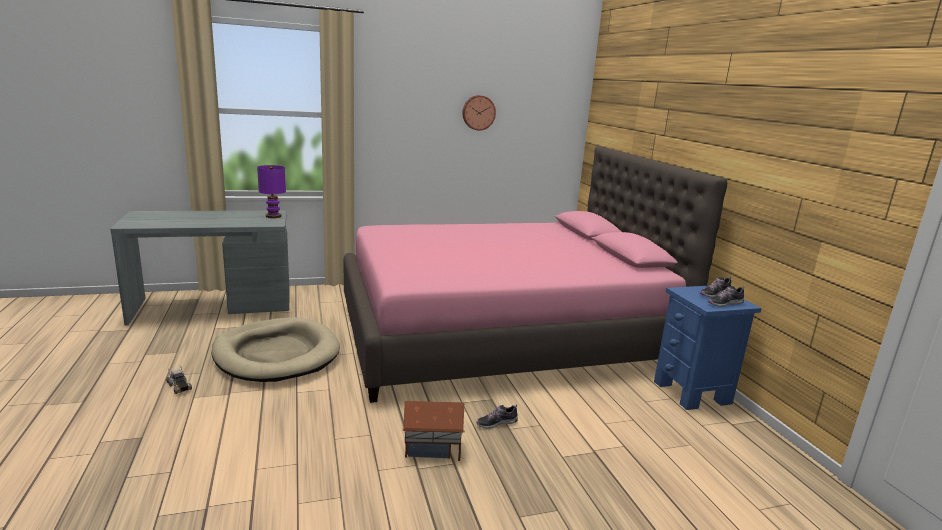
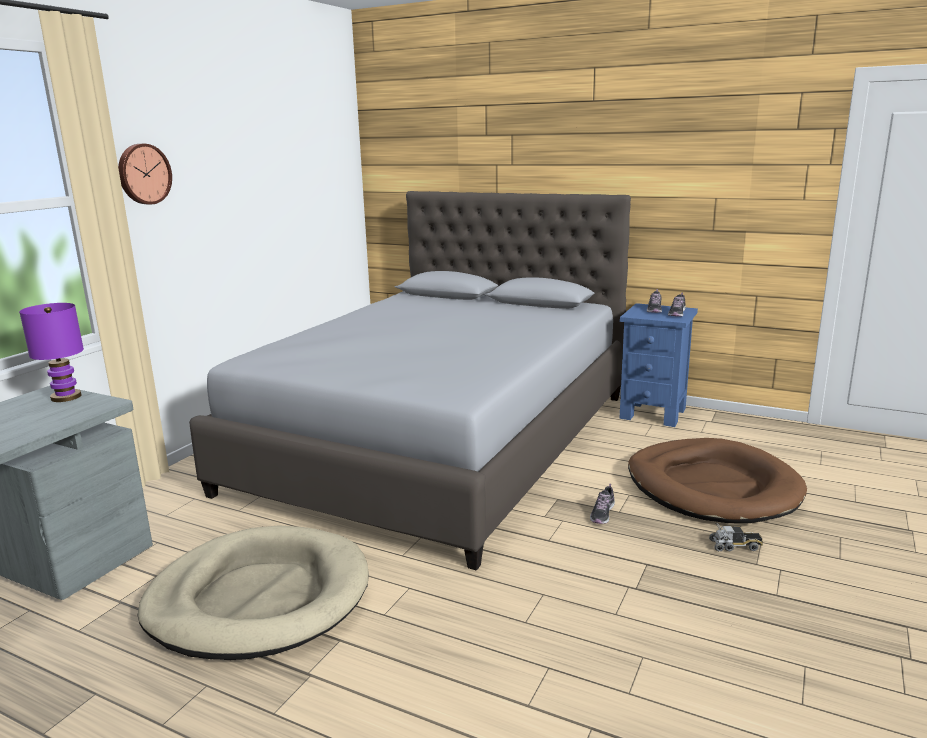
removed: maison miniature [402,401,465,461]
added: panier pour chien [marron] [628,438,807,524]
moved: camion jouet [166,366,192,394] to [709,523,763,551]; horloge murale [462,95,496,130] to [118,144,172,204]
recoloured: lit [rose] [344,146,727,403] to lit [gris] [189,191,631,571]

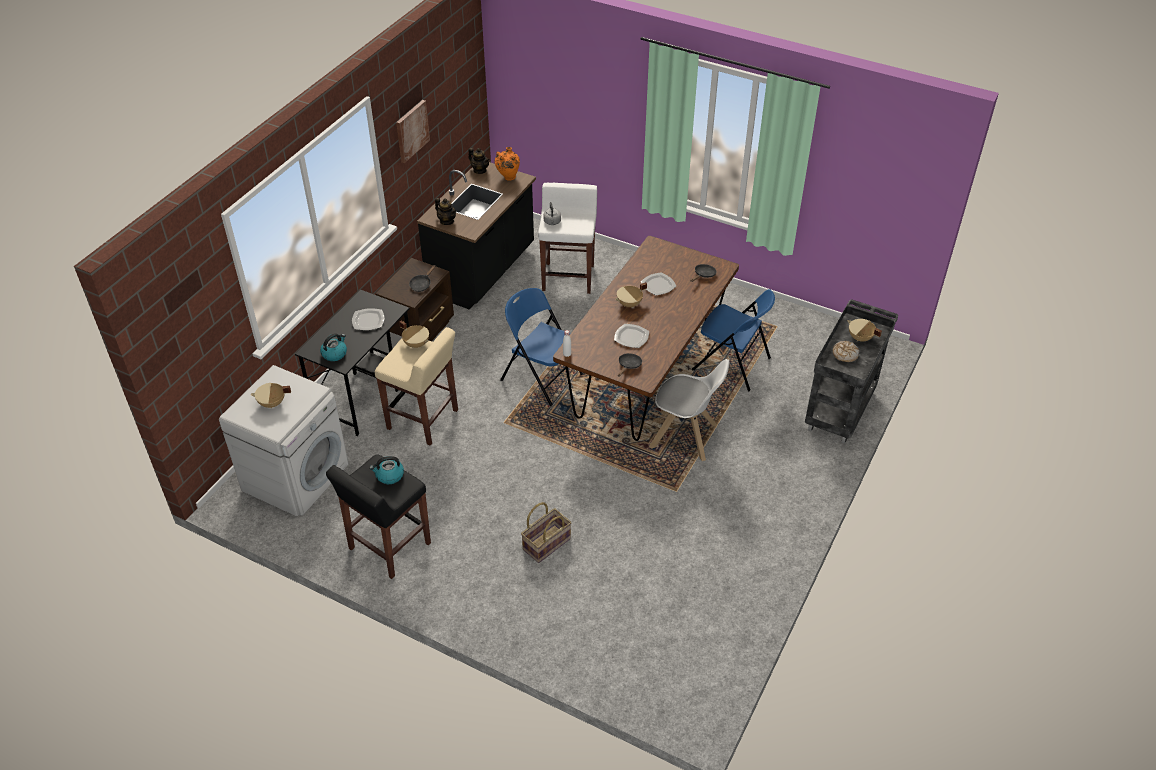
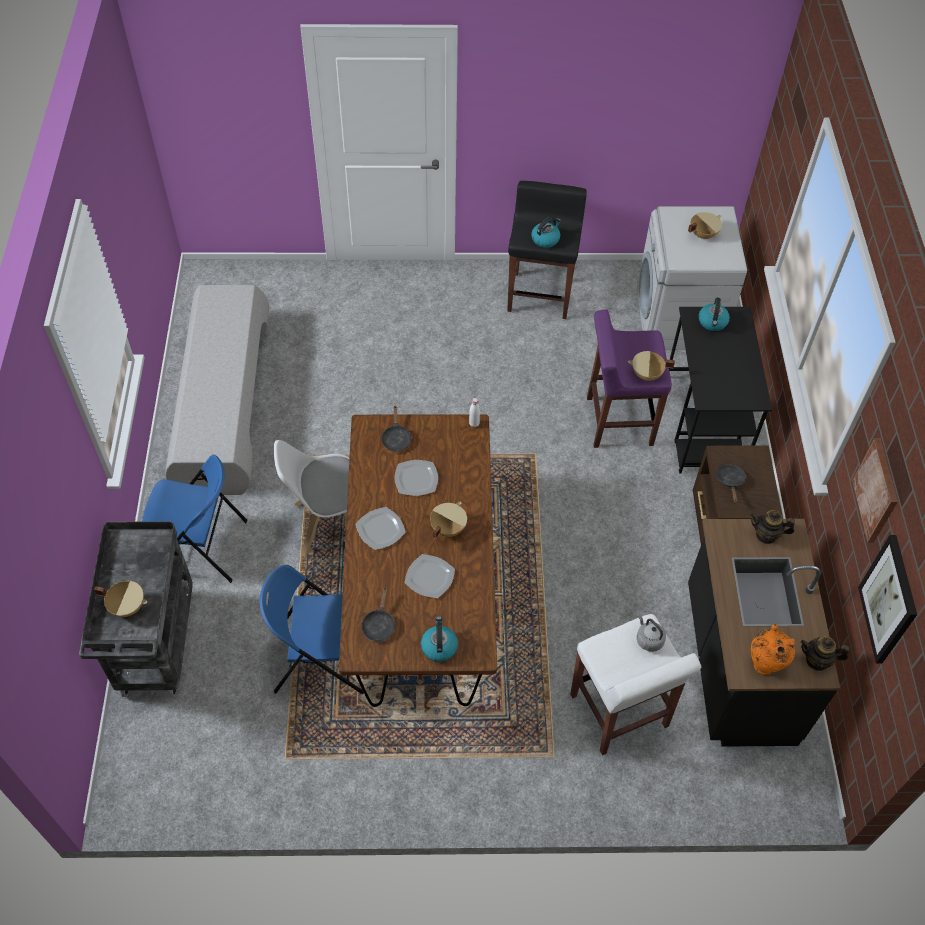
removed: panier [521,502,572,563]; pain [833,341,859,362]
added: banc [gris] [165,285,269,495]; bouilloire [421,616,458,662]; tableau [858,535,917,664]
moved: assiette [352,308,385,330] to [356,507,406,550]; chaise [bleu] [500,288,584,406] to [142,454,247,583]
recoloured: tabouret [beige] [375,327,458,446] to tabouret [violet] [587,310,672,448]

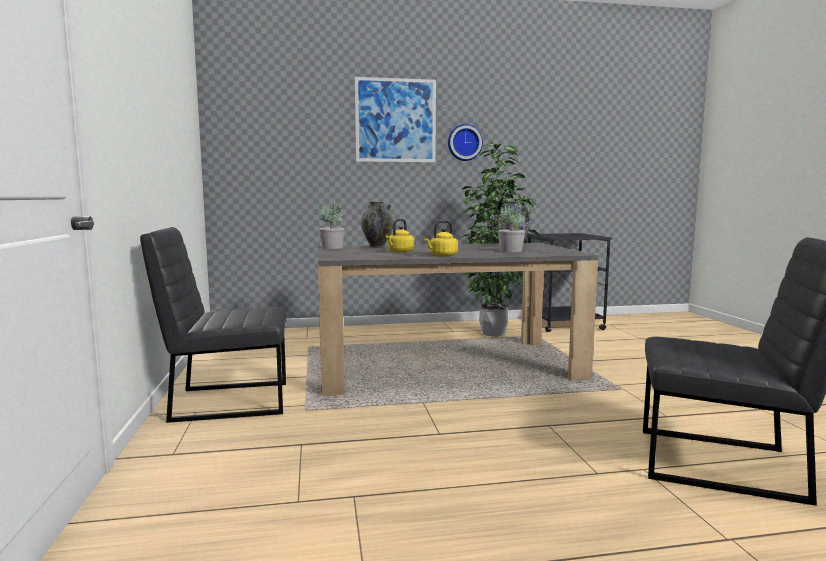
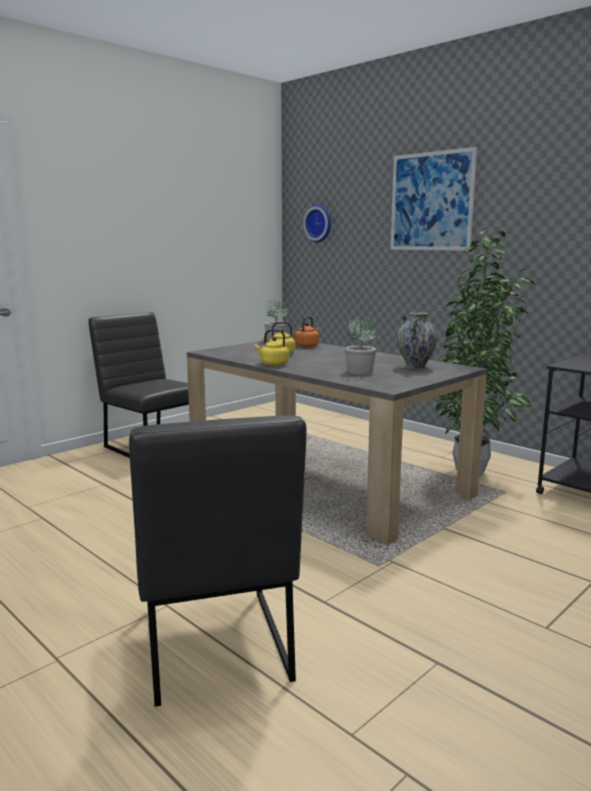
moved: horloge murale [448,124,483,161] to [303,205,331,243]
replaced: vase [361,202,394,248] to bouilloire [orange] [294,316,319,347]

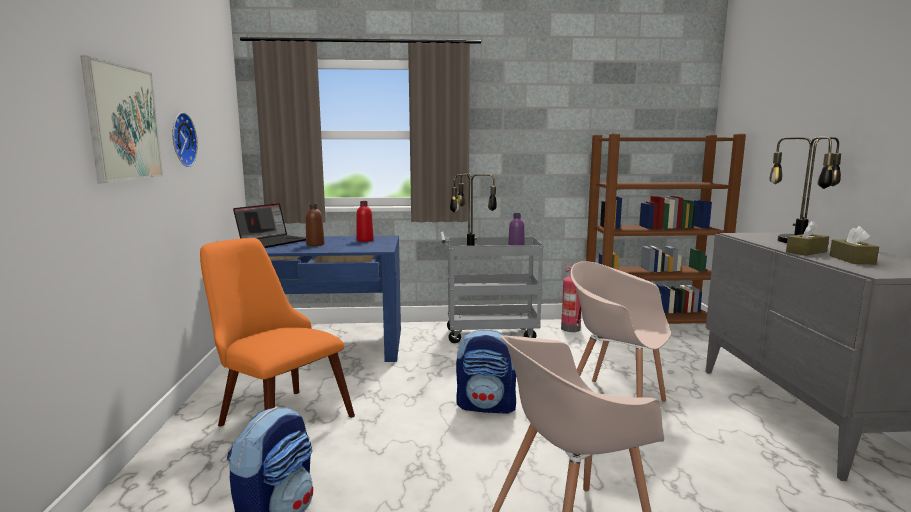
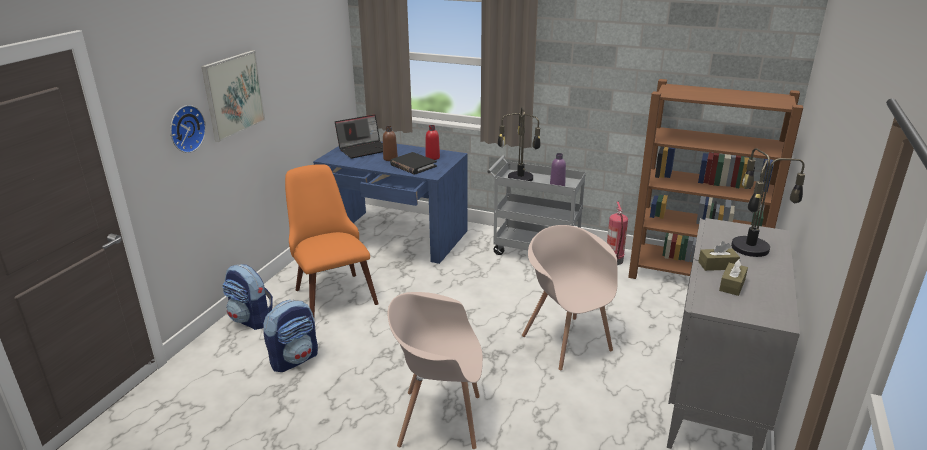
added: livre [noir] [390,152,437,175]
moved: horloge murale [173,112,198,167] to [170,105,206,153]; sac à dos [456,329,516,414] to [222,264,273,330]

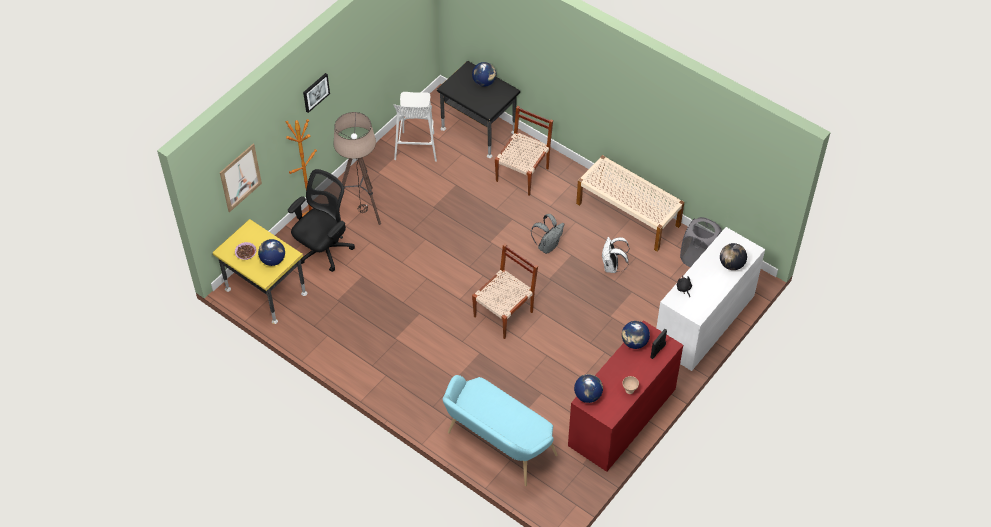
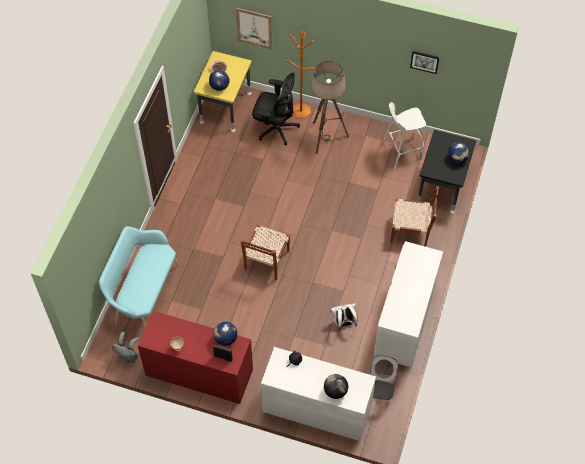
removed: globe [574,374,603,403]
moved: tableau [303,73,330,113] to [410,51,439,74]; sac à dos [gris] [531,214,564,254] to [112,332,141,363]
replaced: banc [beige] [576,155,684,252] to commode [blanc] [374,241,443,368]
turned: chaise [472,244,538,339] = [240,225,290,280] 90 degrees clockwise

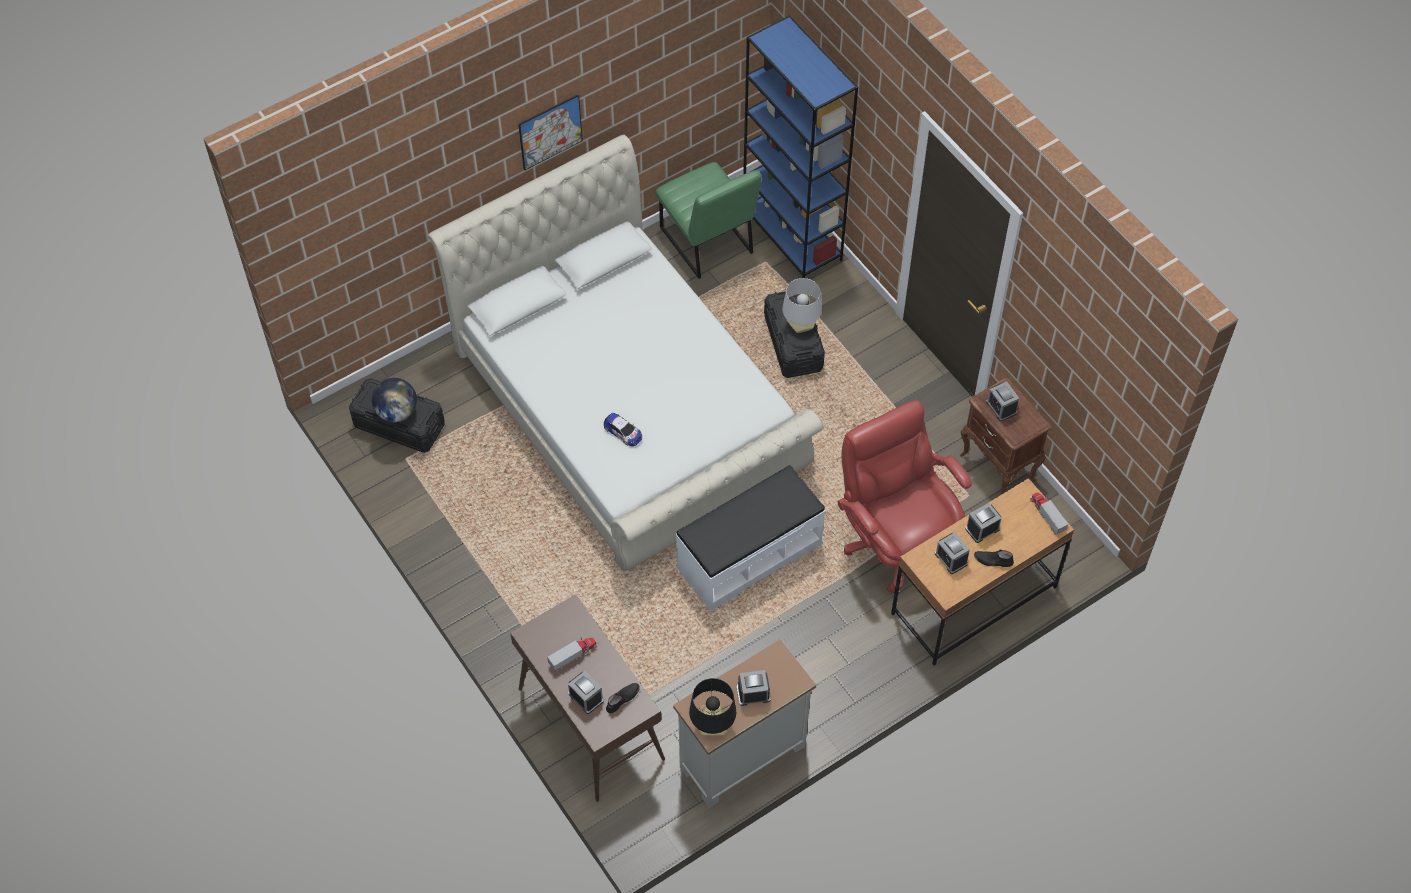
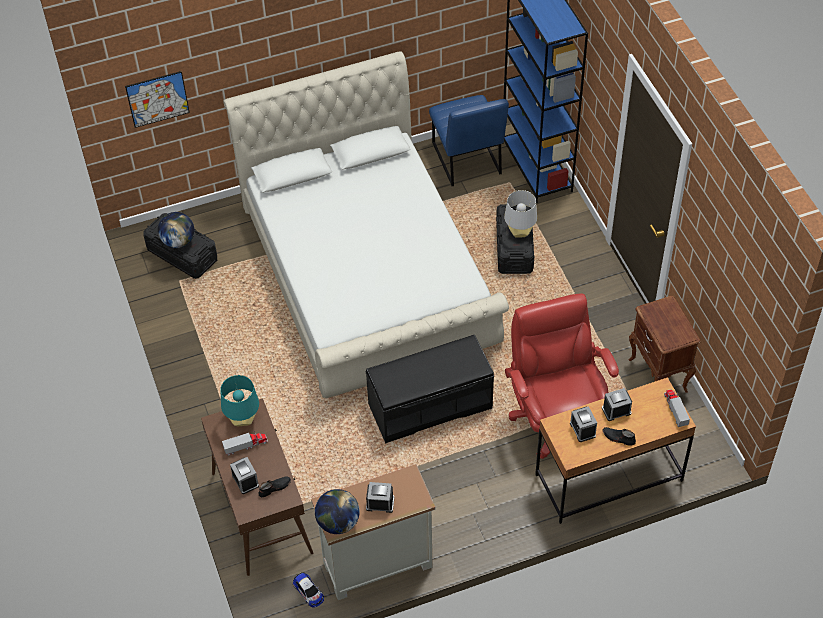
removed: réveil [986,381,1019,422]
added: lampe de table [turquoise] [220,375,259,426]
moved: tableau [518,94,583,171] to [125,71,190,128]; petite voiture [604,413,642,447] to [293,572,324,608]
replaced: lampe de table [noir] [689,678,736,735] to globe [315,489,360,534]
recoloured: chaise [vert] [656,162,762,279] to chaise [bleu] [429,95,509,186]; banc [blanc] [676,465,825,611] to banc [noir] [366,335,494,443]

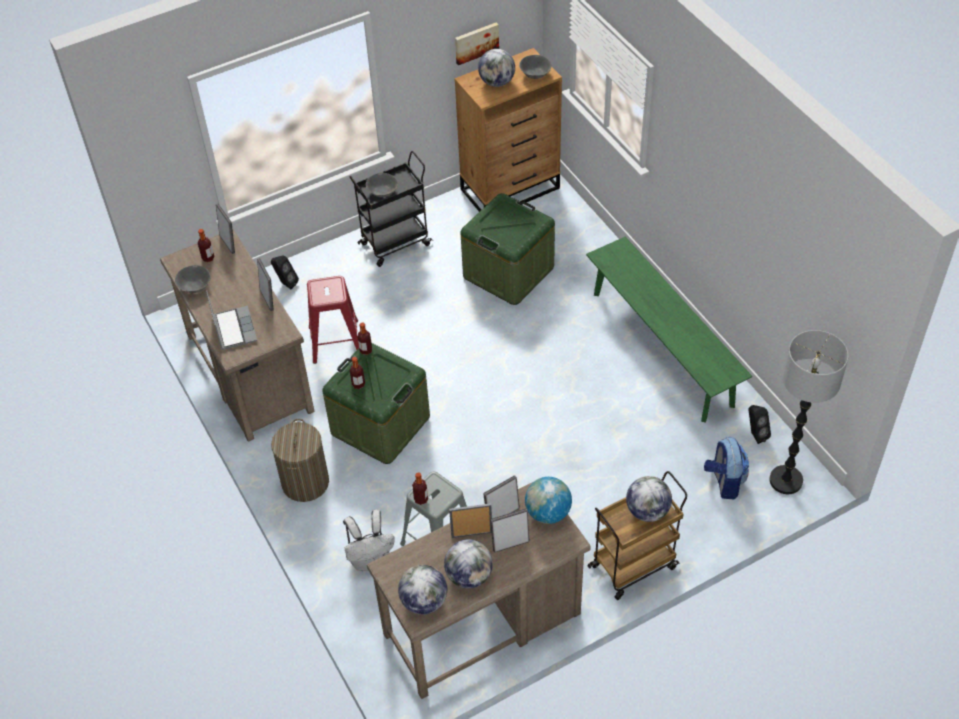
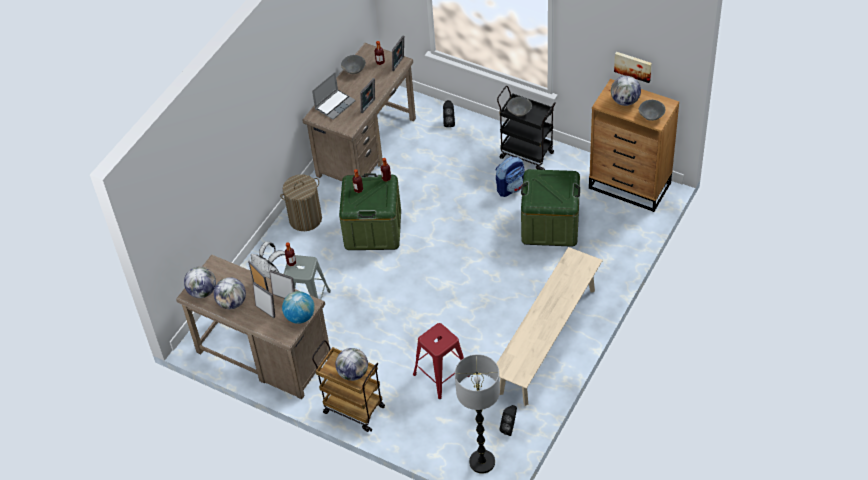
moved: tabouret [rouge] [307,276,359,364] to [413,323,470,399]; sac à dos [704,437,749,499] to [496,157,525,197]
recoloured: banc [vert] [586,237,752,423] to banc [beige] [496,247,603,406]

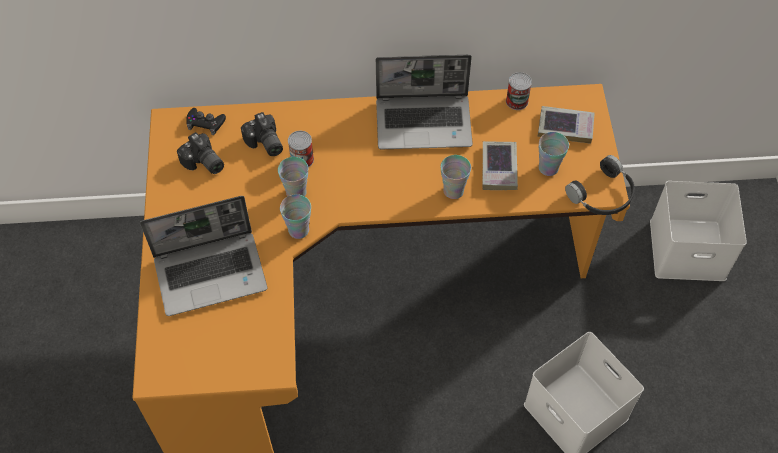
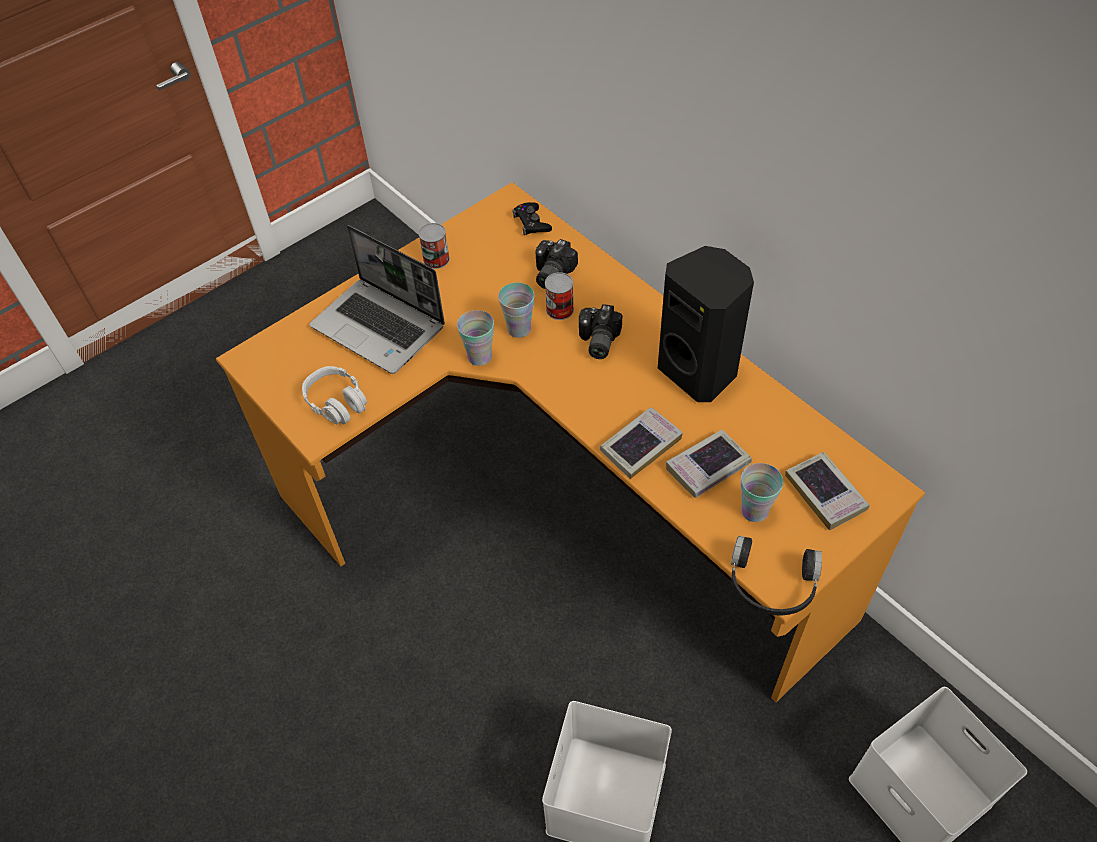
added: casque audio [gris] [302,366,367,425]
moved: appareil photo [177,132,224,174] to [579,304,622,359]; boîte métallique [506,72,532,110] to [418,223,450,269]
replaced: ordinateur portable [376,55,473,149] to enceinte [noir] [658,246,754,402]; tasse [441,155,471,199] to livre [600,407,683,479]

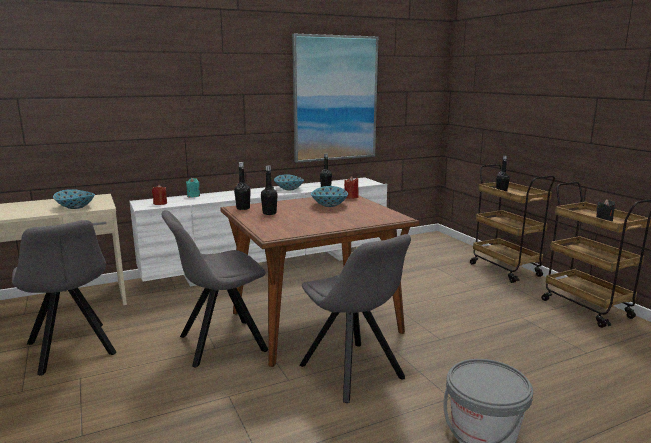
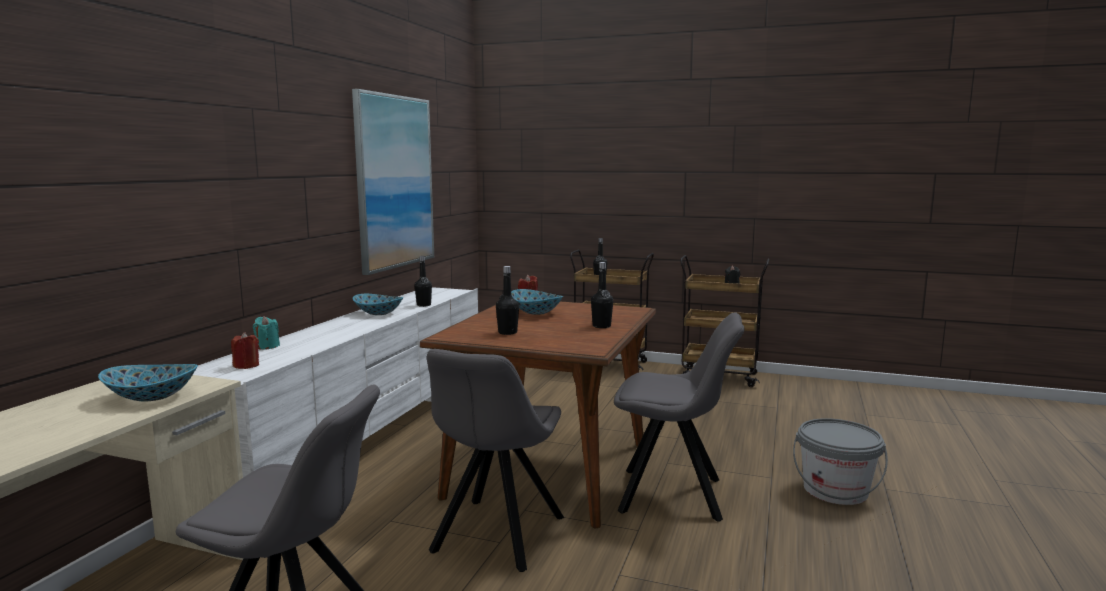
moved: bouteille [noir] [234,162,251,210] to [591,262,613,328]

